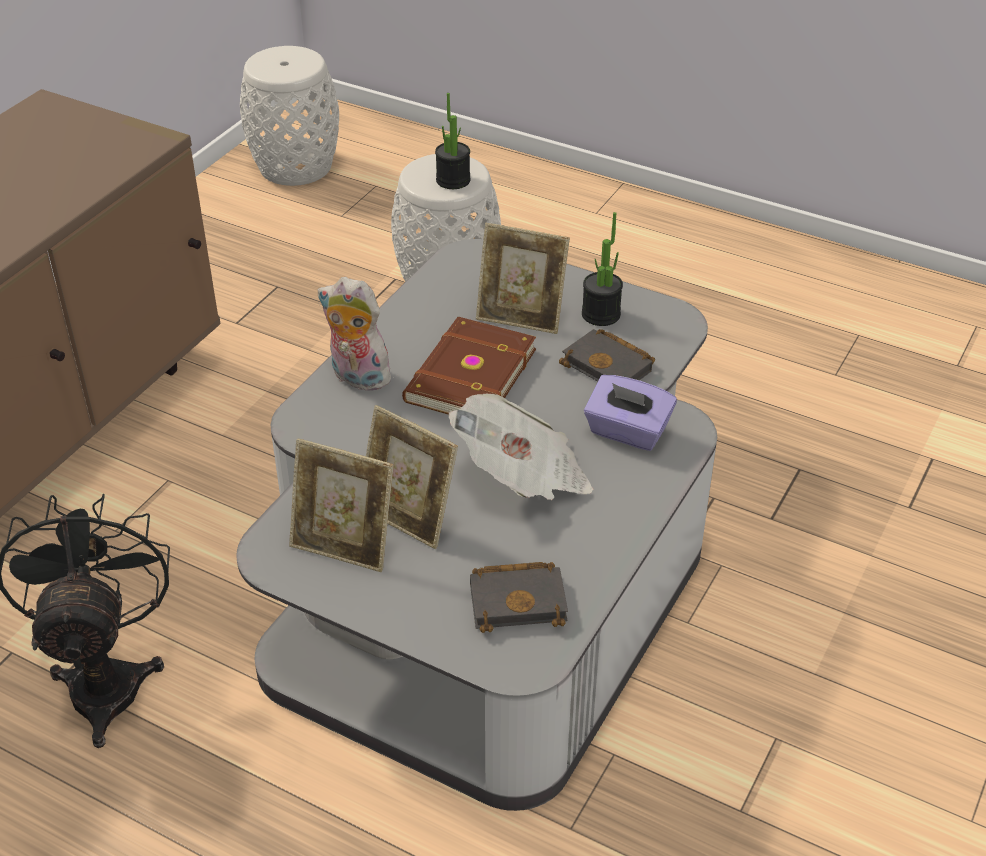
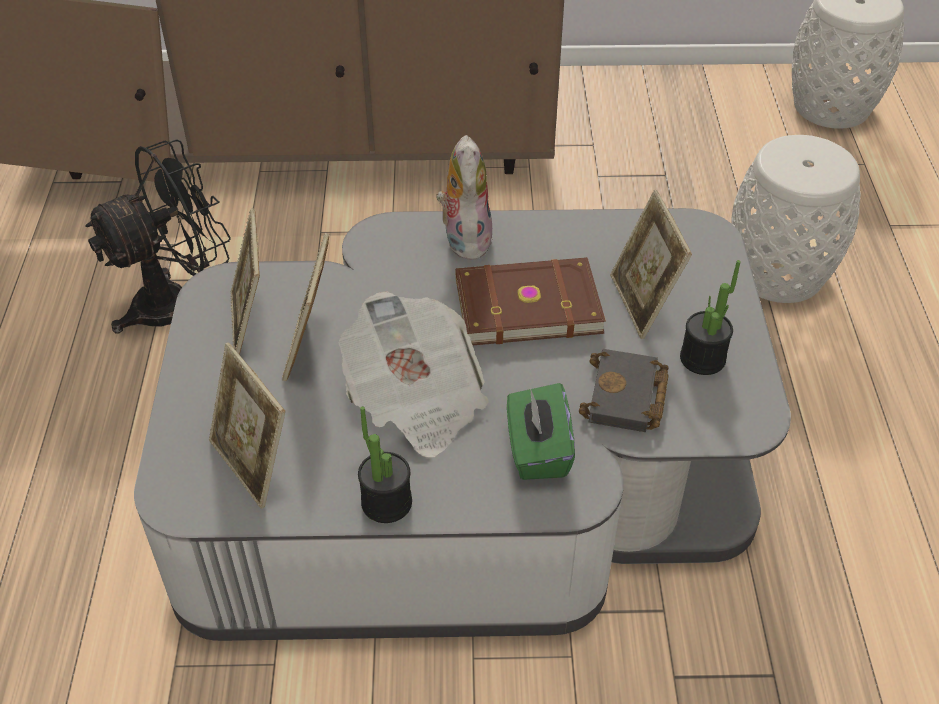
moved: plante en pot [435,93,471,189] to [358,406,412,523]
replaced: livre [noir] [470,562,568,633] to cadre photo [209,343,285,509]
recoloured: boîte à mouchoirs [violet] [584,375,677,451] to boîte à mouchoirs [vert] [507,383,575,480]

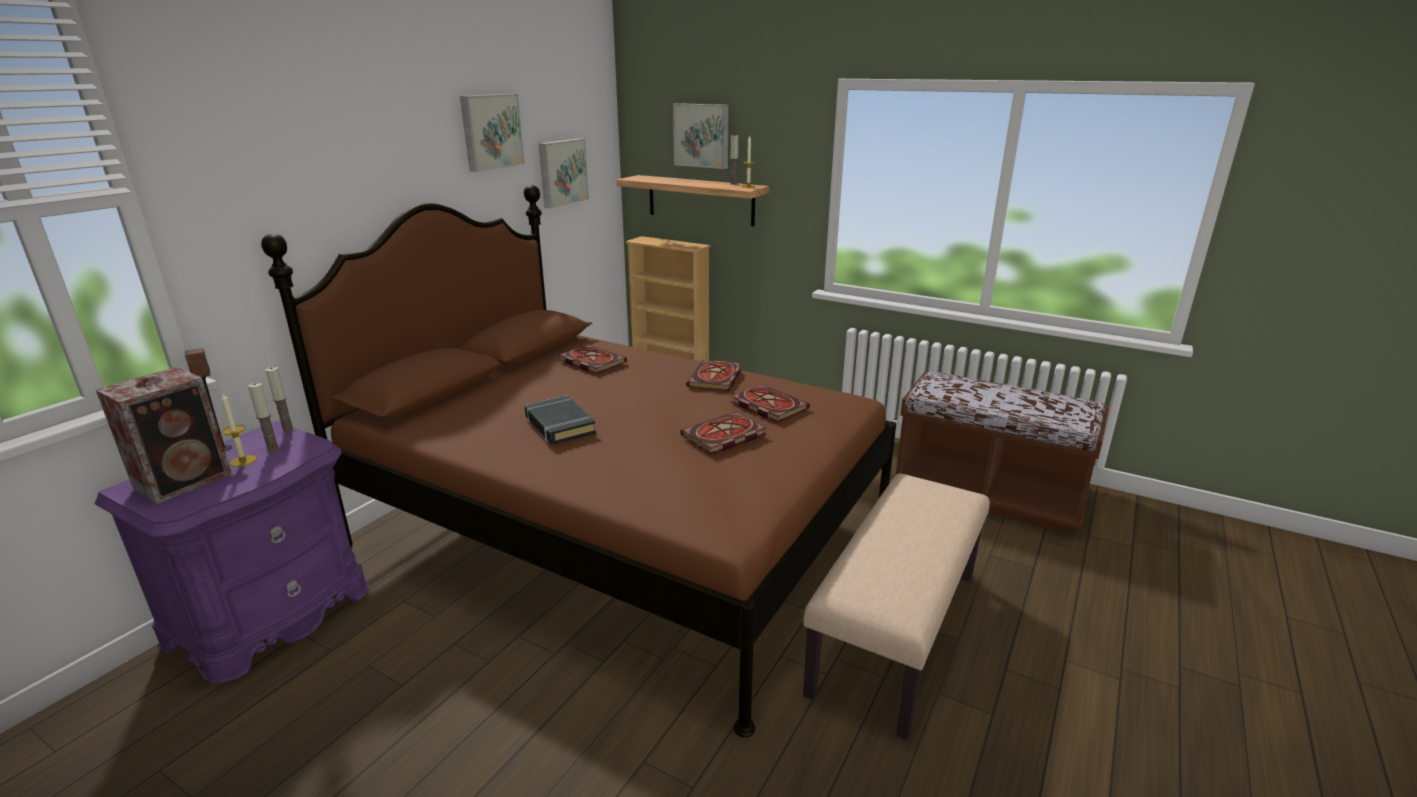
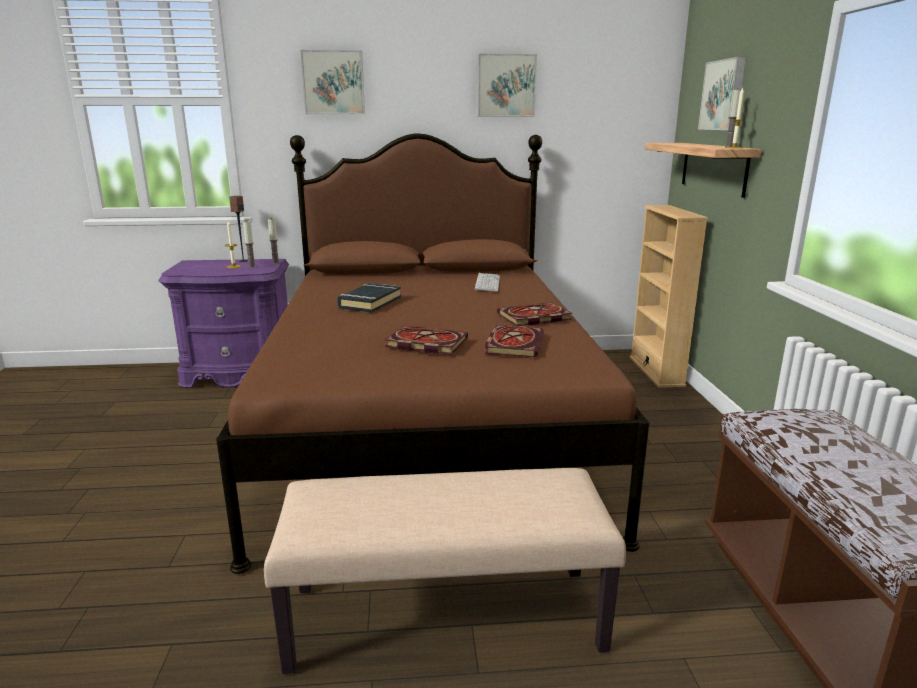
removed: enceinte [96,367,232,504]
moved: tableau [539,138,589,208] to [300,50,365,114]
replaced: livre [559,345,627,374] to clavier [475,273,500,292]

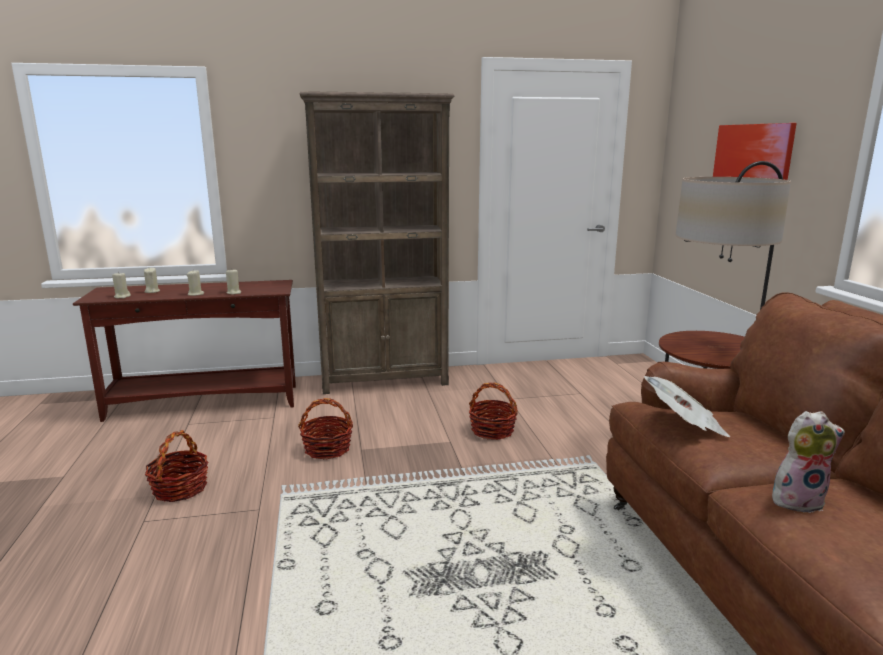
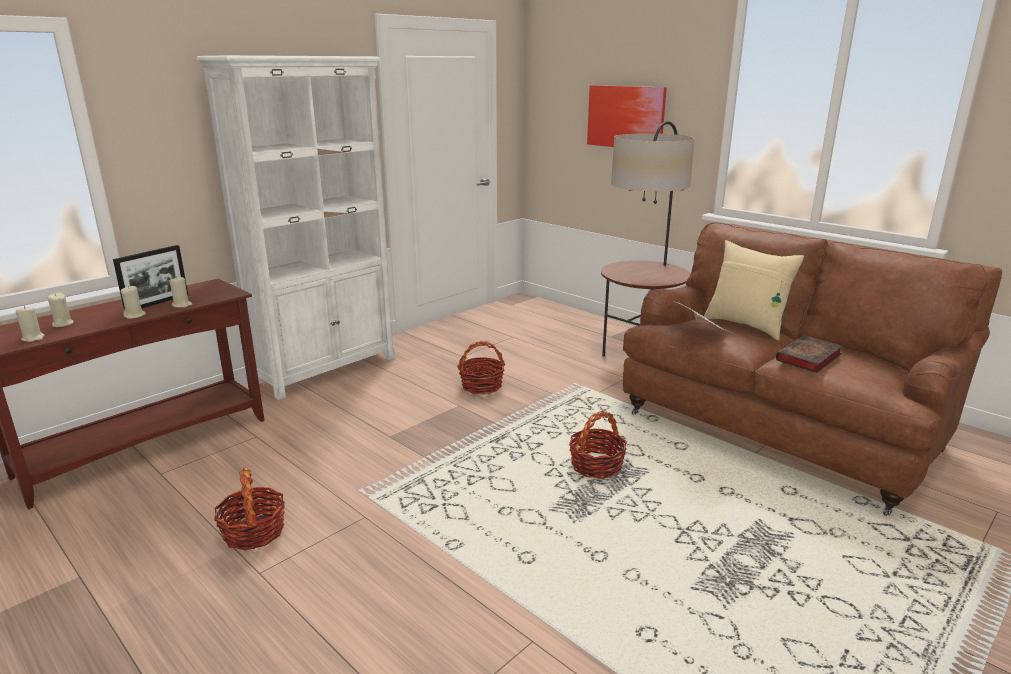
added: cadre photo [113,245,188,310]; coussin [beige] [704,240,804,340]
moved: panier [298,398,353,460] to [569,411,627,479]
replaced: peluche [772,411,845,513] to livre [776,335,843,373]
recoloured: bibliothèque [marron] [300,91,455,394] to bibliothèque [blanc] [197,55,395,400]

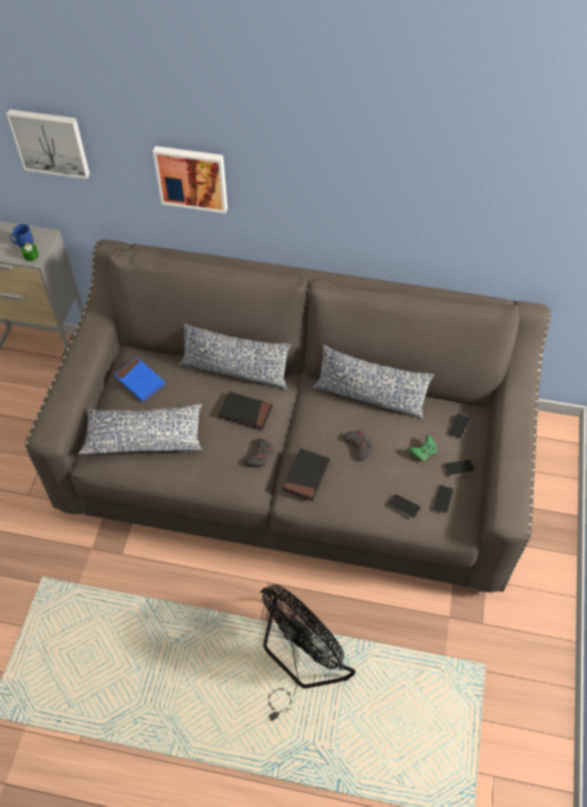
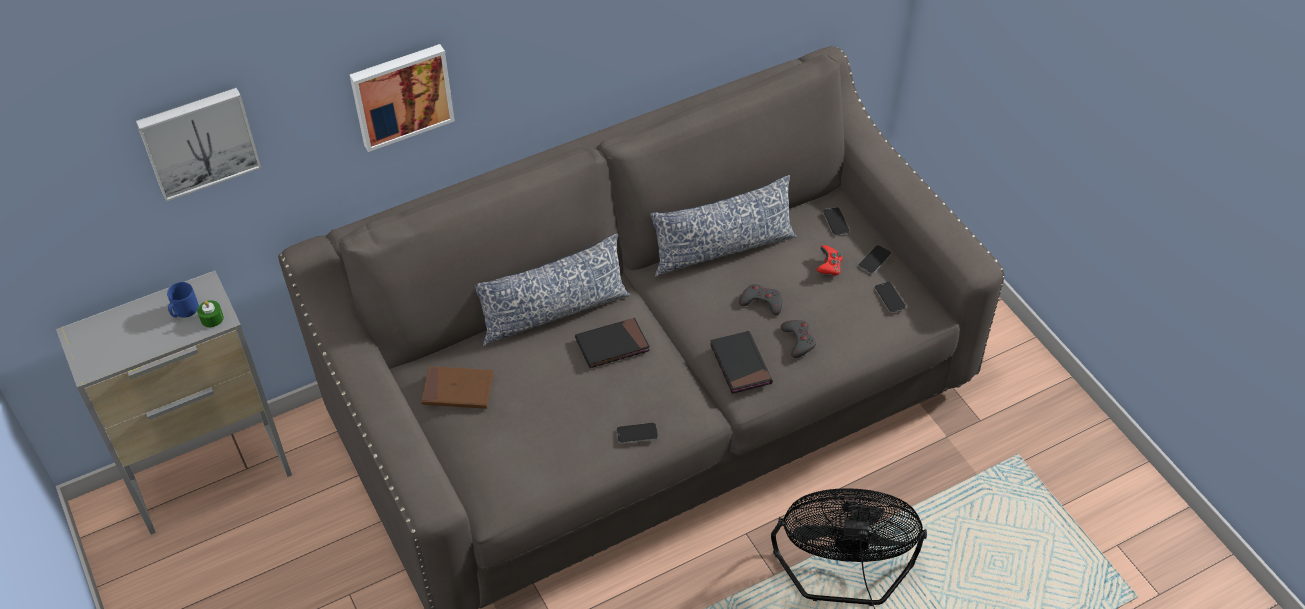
removed: coussin [78,403,202,455]
moved: manette [gris] [244,439,273,466] to [781,320,816,358]; téléphone [389,494,420,518] to [617,423,658,443]
recoloured: livre [bleu] [114,357,166,402] to livre [marron] [421,366,494,409]; manette [vert] [410,435,437,461] to manette [rouge] [817,245,842,276]

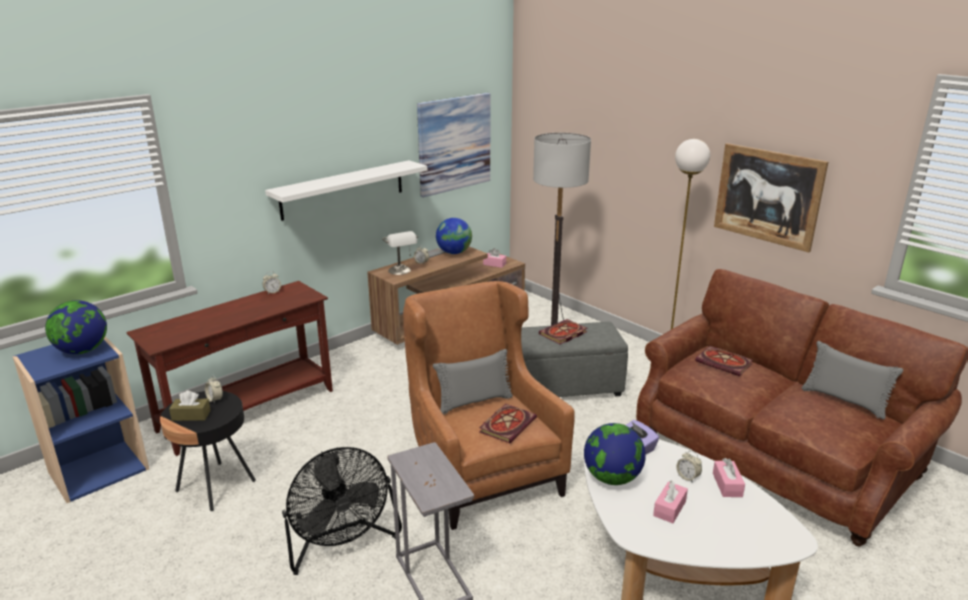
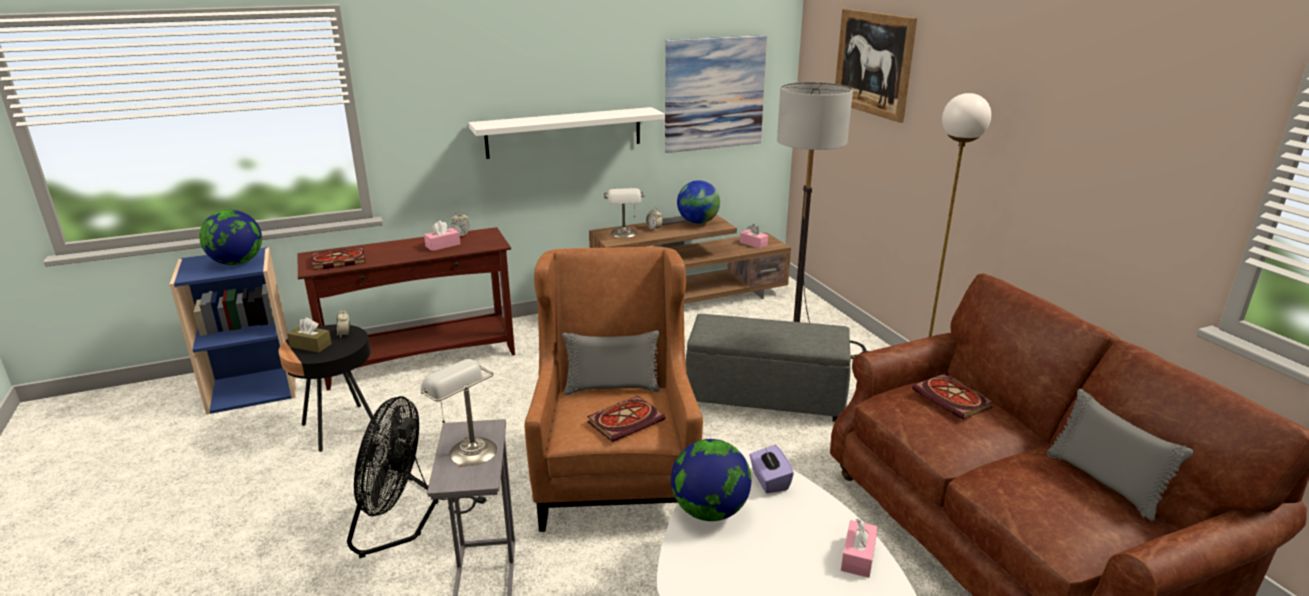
removed: réveil [676,451,702,483]
added: lampe de table [blanc] [421,359,497,466]
moved: livre [539,319,588,344] to [312,247,366,270]; boîte à mouchoirs [rose] [653,480,688,523] to [424,220,460,251]; tableau [714,143,828,252] to [835,9,917,123]
turned: ventilateur [noir] [282,447,402,575] = [347,396,486,558] 105 degrees clockwise

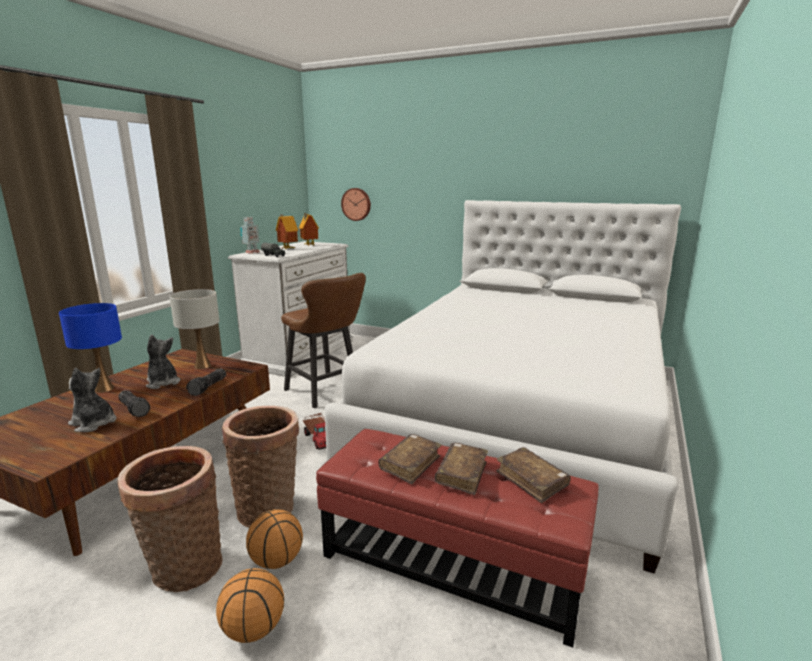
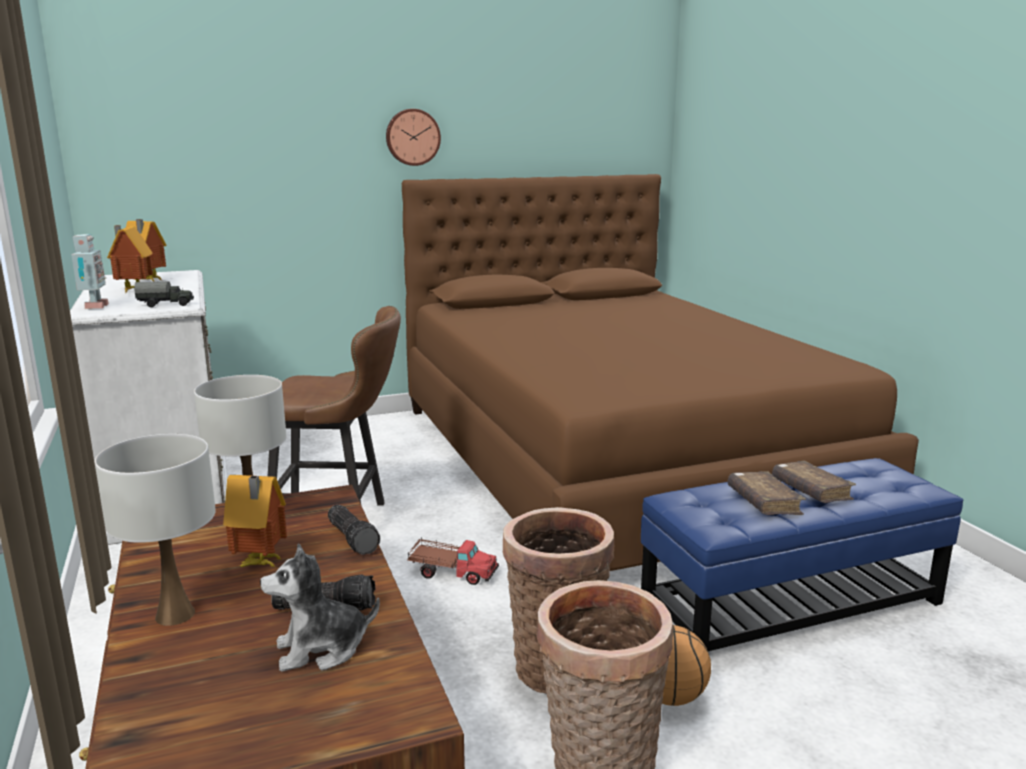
removed: ballon de basket [216,568,284,643]; livre [marron] [496,447,571,503]
moved: horloge murale [341,188,371,221] to [386,109,441,166]
replaced: peluche [146,335,180,389] to maison miniature [223,475,287,567]
recoloured: lampe de table [bleu] [59,303,122,393] to lampe de table [blanc] [95,434,216,626]; pouf [rouge] [316,429,598,648] to pouf [bleu] [641,458,963,651]; lit [blanc] [325,200,681,574] to lit [marron] [402,174,919,571]

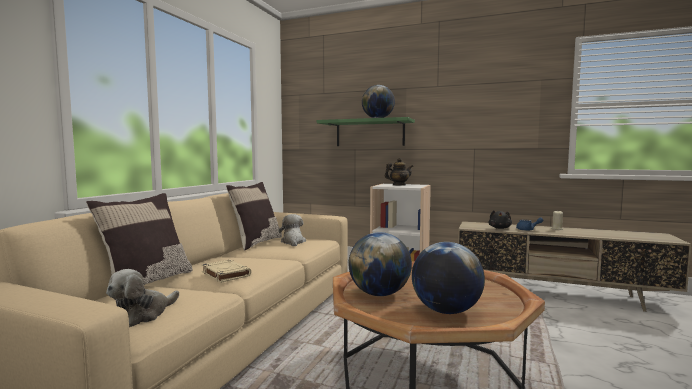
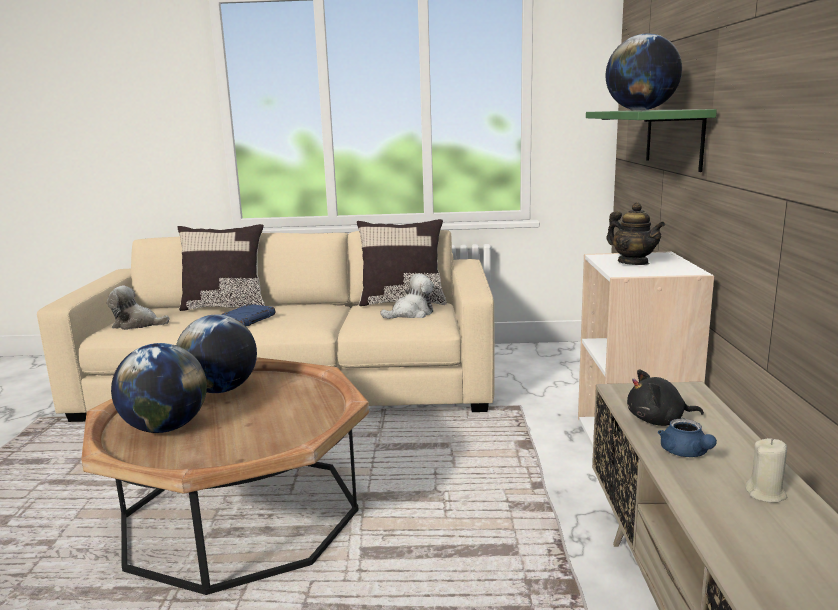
recoloured: livre [beige] [202,259,251,283] to livre [bleu] [221,304,275,326]

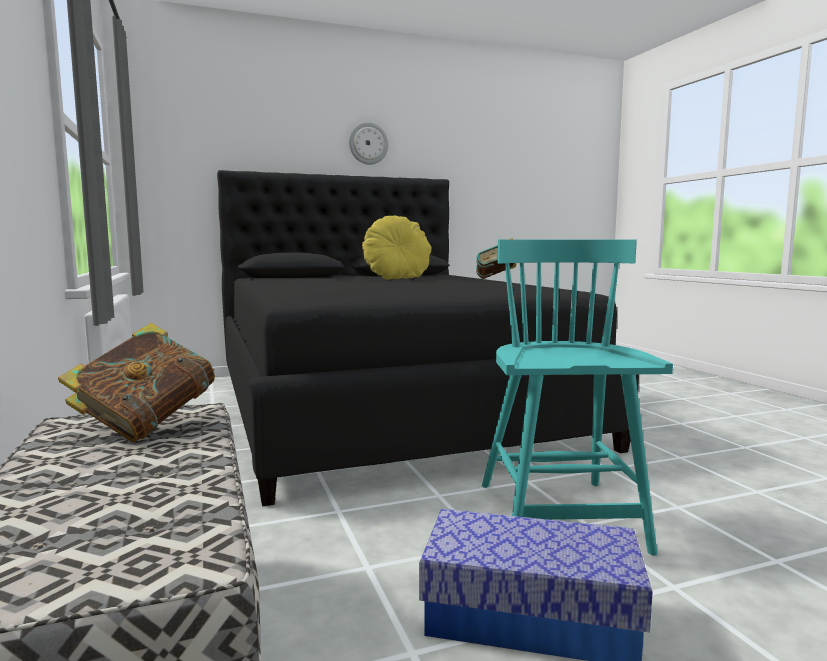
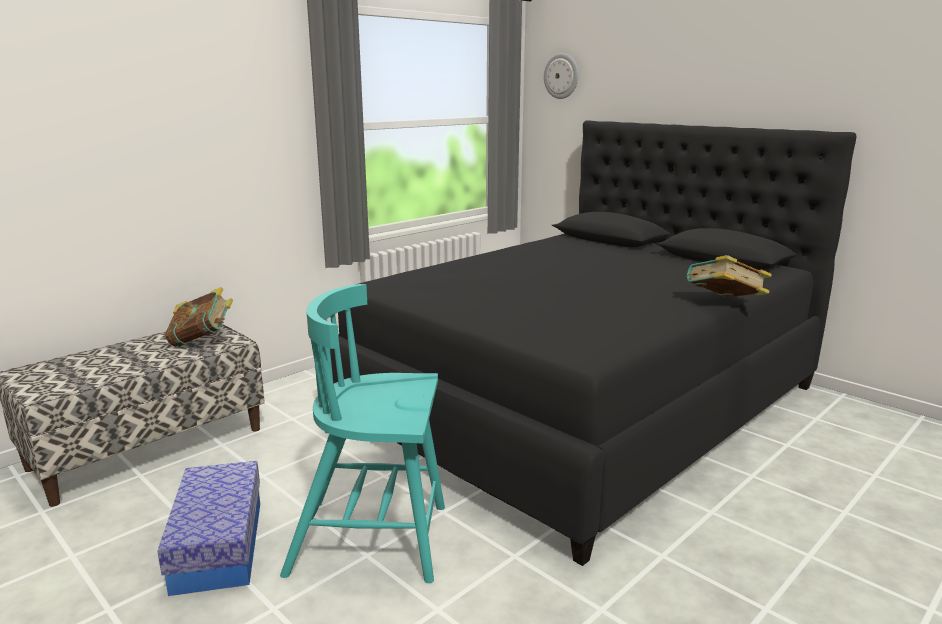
removed: coussin [jaune] [362,216,431,280]
moved: horloge murale [349,122,389,165] to [544,53,579,99]
turned: chaise [turquoise] [482,239,673,556] = [280,284,445,583] 150 degrees counterclockwise

